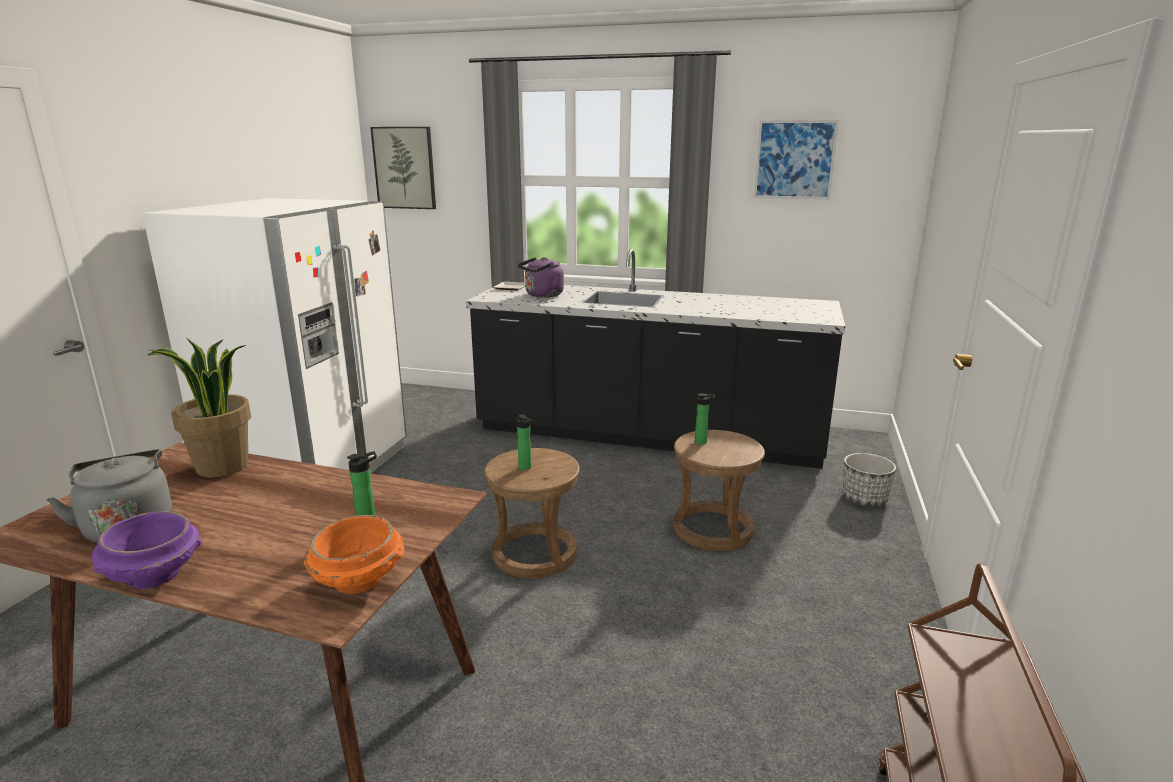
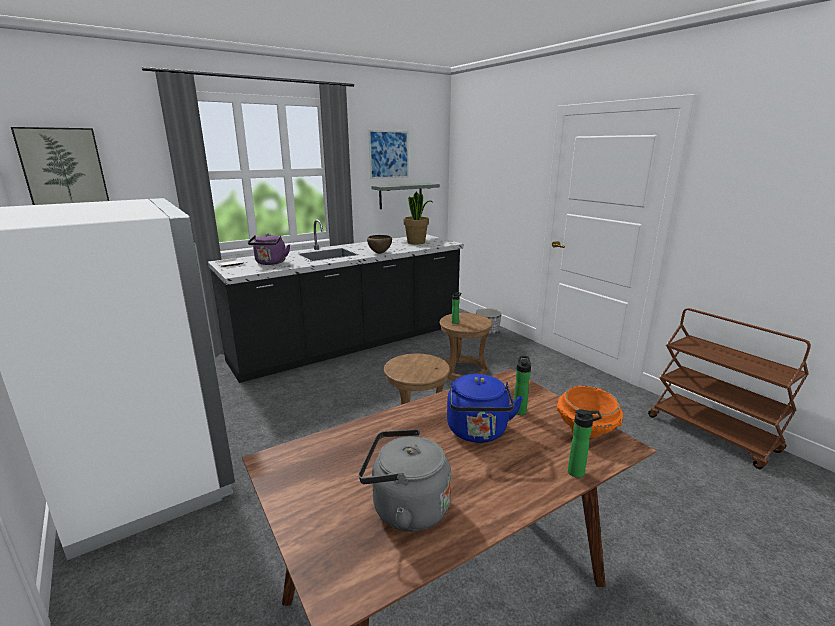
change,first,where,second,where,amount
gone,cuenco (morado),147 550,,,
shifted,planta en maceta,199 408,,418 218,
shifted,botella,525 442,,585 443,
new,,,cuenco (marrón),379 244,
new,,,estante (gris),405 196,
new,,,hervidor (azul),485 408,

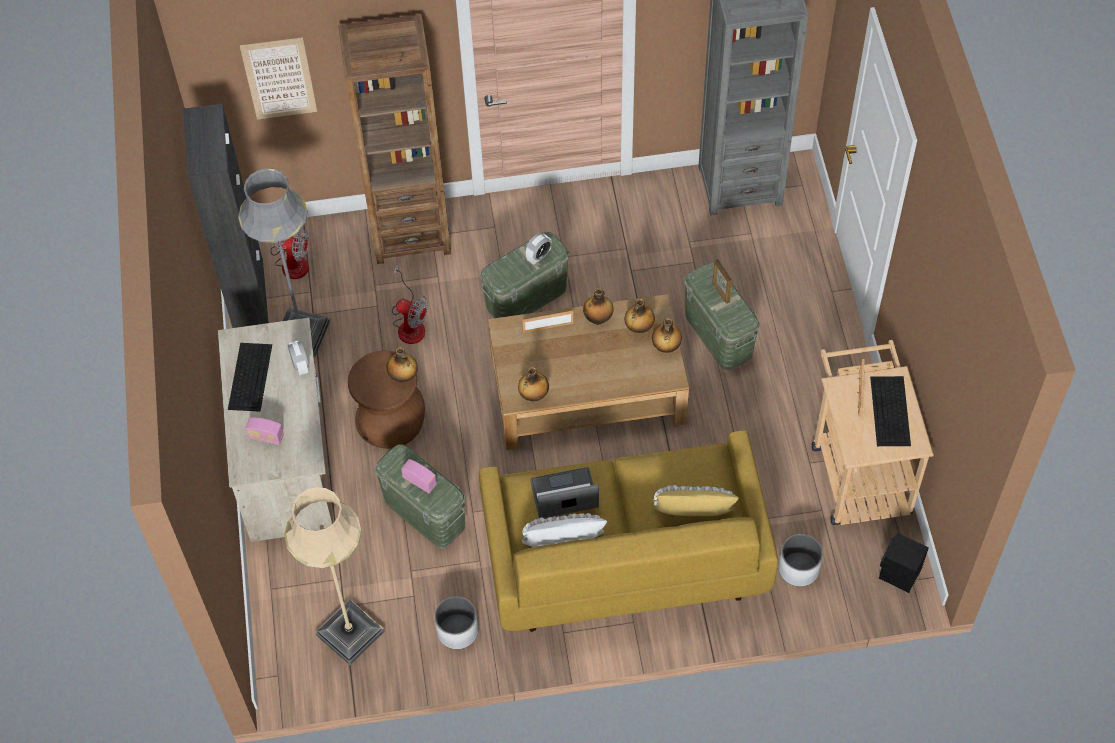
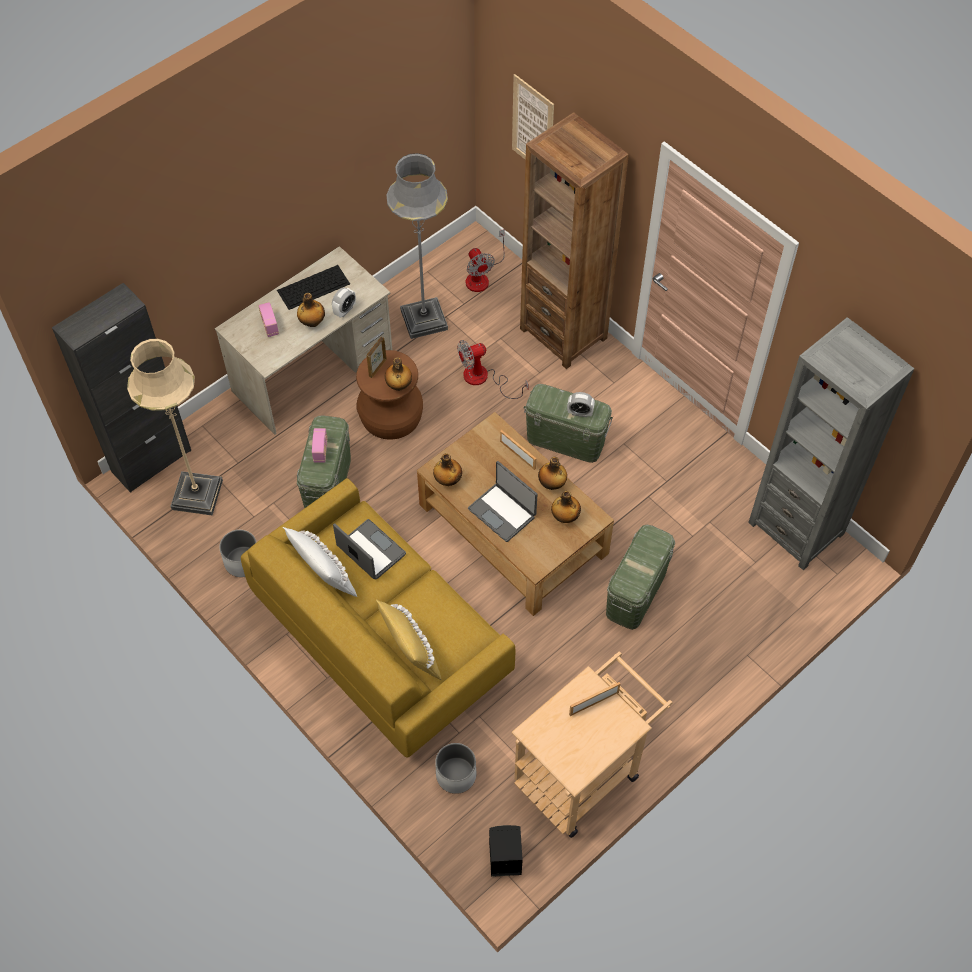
change,first,where,second,where,amount
shifted,armario (negro),226 216,,121 388,
rotated,ventilador,410 304,,493 369,75 degrees clockwise
shifted,botella,667 335,,311 310,
shifted,portarretratos,722 281,,377 357,
gone,teclado,890 411,,,
new,,,portátil,503 501,

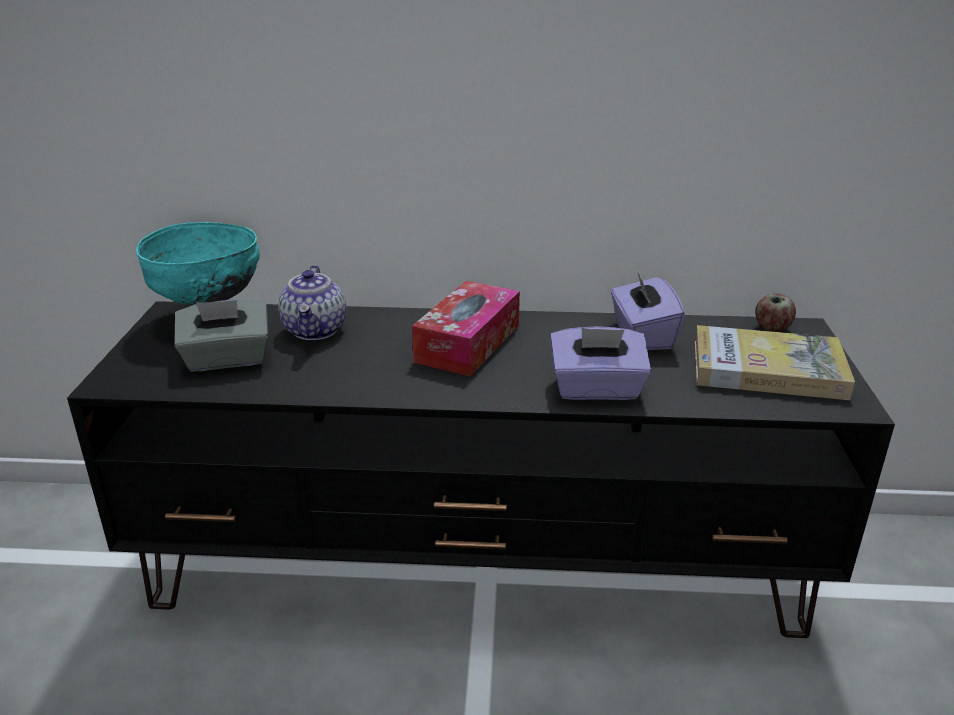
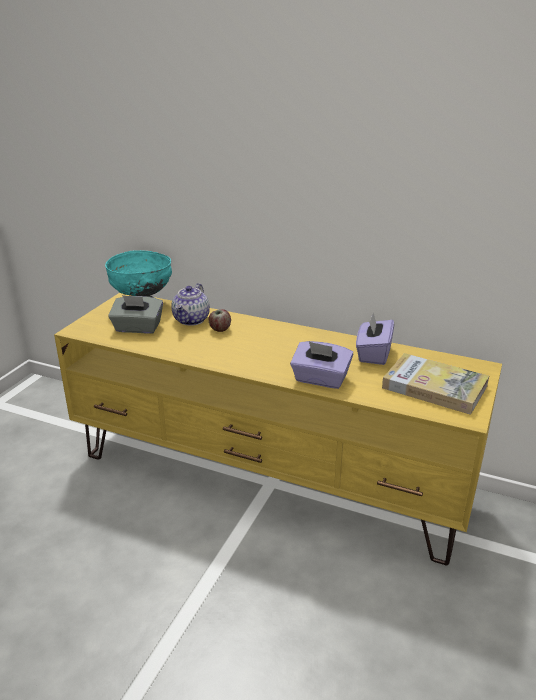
change,first,where,second,where,amount
repainted,mueble de televisión (negro),481 469,mueble de televisión (amarillo),278 429,
gone,caja de pañuelos,466 328,,,
shifted,manzana,775 312,,220 320,

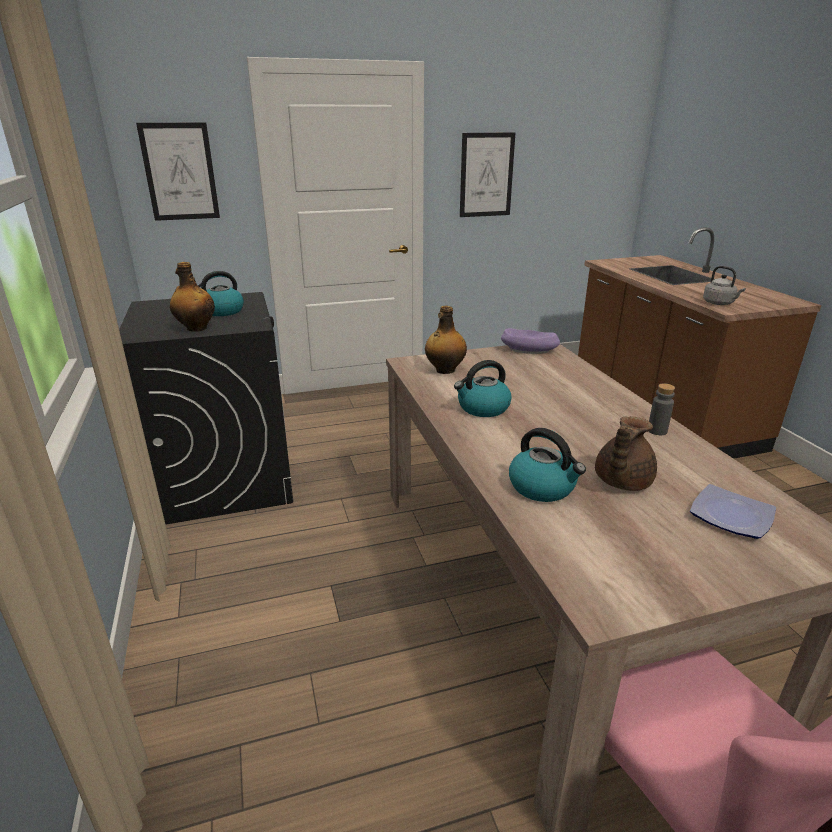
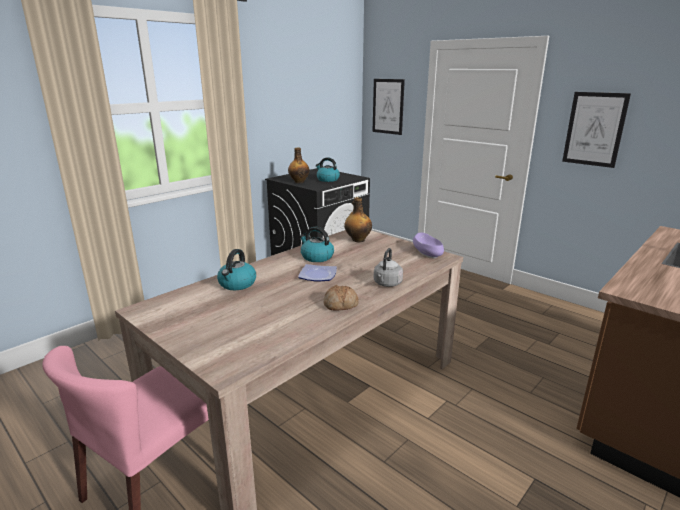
change,first,where,second,where,amount
gone,tetera (marrón),626 453,,,
swapped,botella (gris),662 409,pan,340 298,
shifted,plato,733 511,,317 272,
shifted,hervidor (gris),724 285,,388 267,

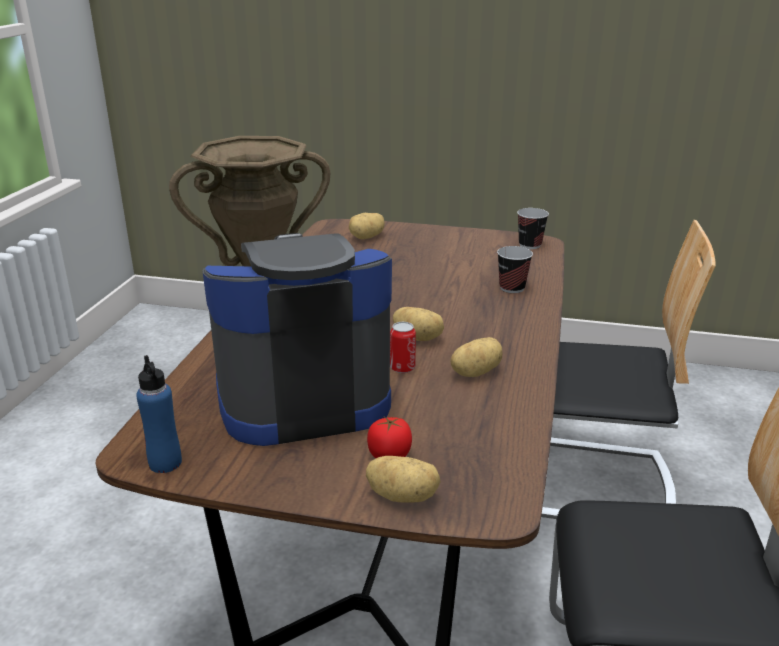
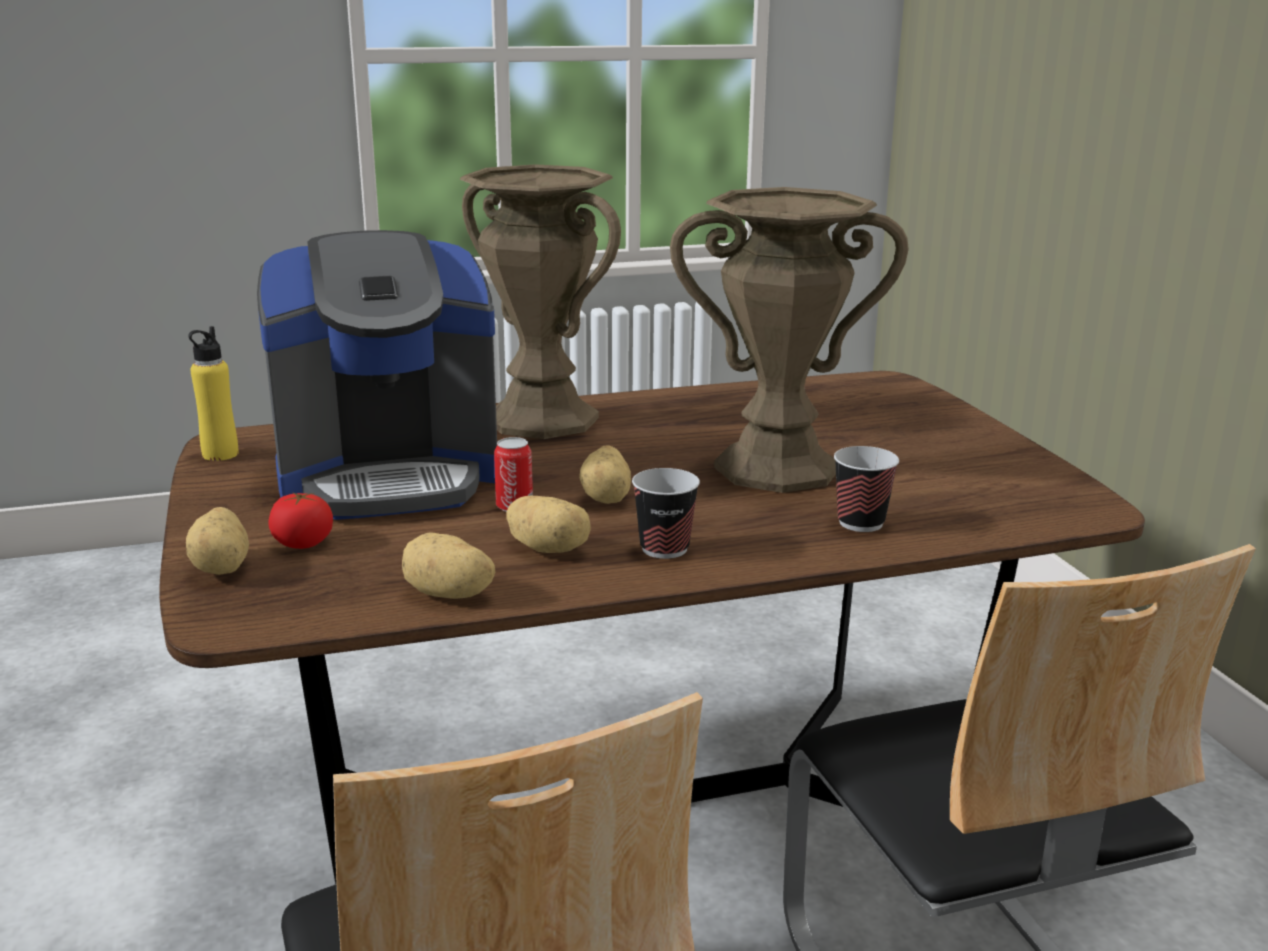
change,first,where,second,where,amount
repainted,botella (azul),159 414,botella (amarillo),213 393,
rotated,cafetera,297 339,,377 375,120 degrees clockwise
shifted,patata,367 226,,449 565,
shifted,taza,533 228,,666 513,
new,,,florero (marrón),789 340,

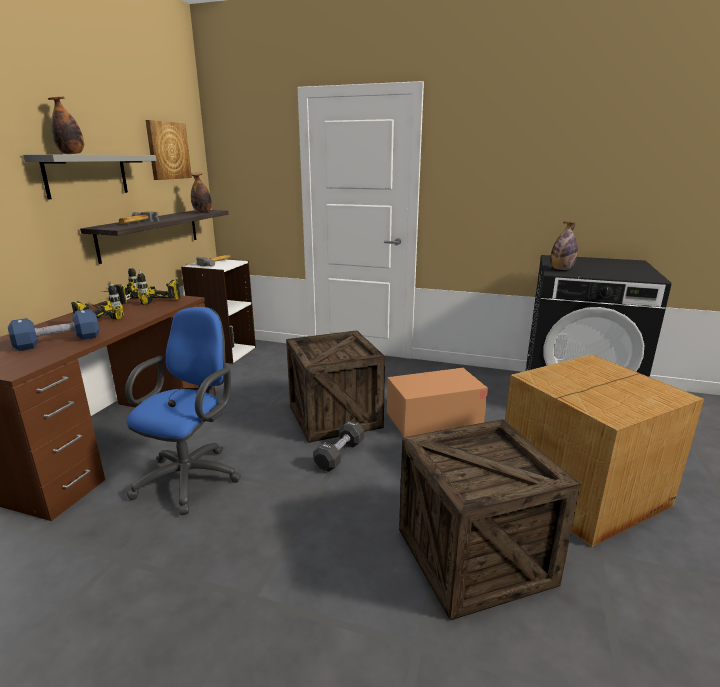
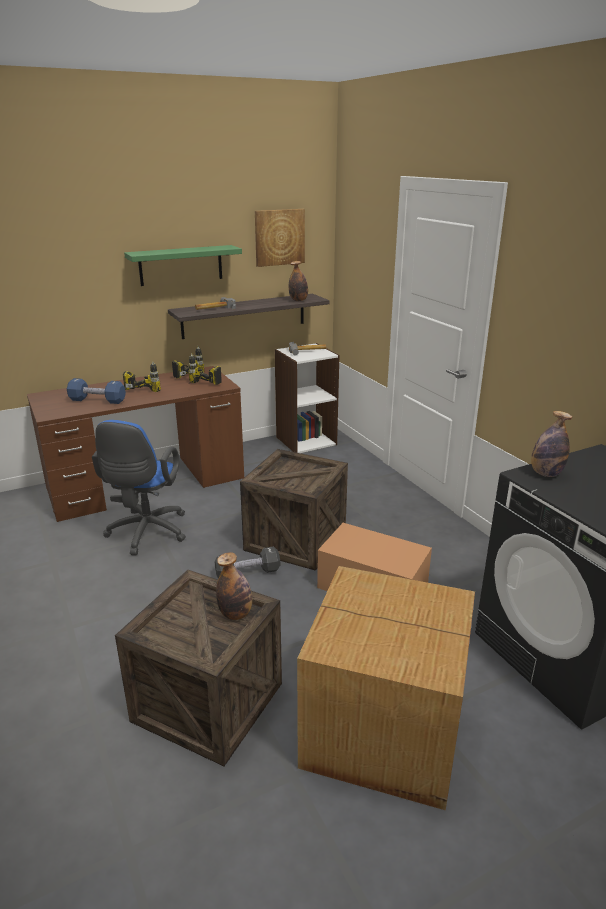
change,first,where,second,where,amount
repainted,estante (gris),90 177,estante (verde),183 265,
shifted,botella,66 125,,234 586,
rotated,silla de oficina (azul),183 411,,139 488,120 degrees clockwise

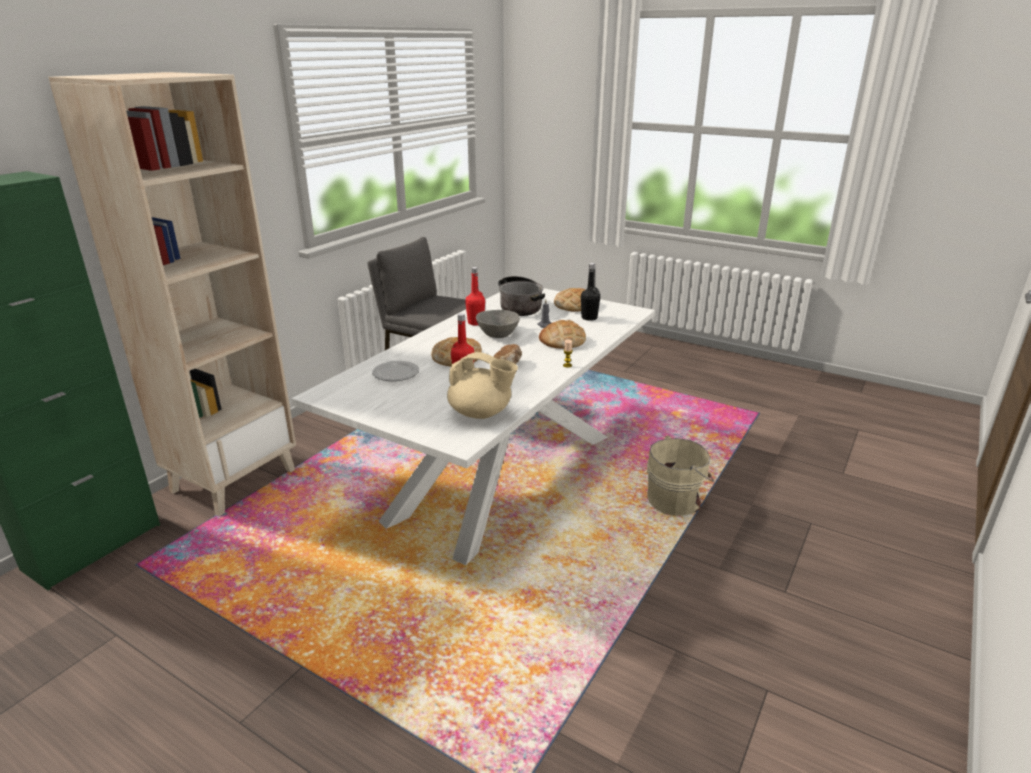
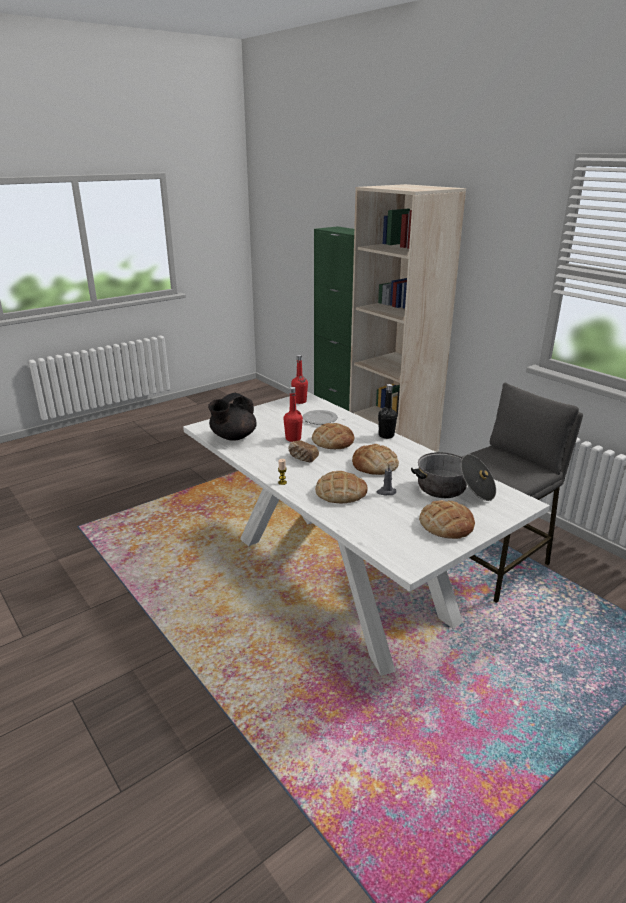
change,first,where,second,where,amount
repainted,tetera (beis),482 385,tetera (negro),232 417,
shifted,botella (rojo),475 296,,299 379,
swapped,cuenco (gris),498 324,pan,375 459,
shifted,botella (negro),590 292,,387 411,
gone,cubo (beis),680 476,,,

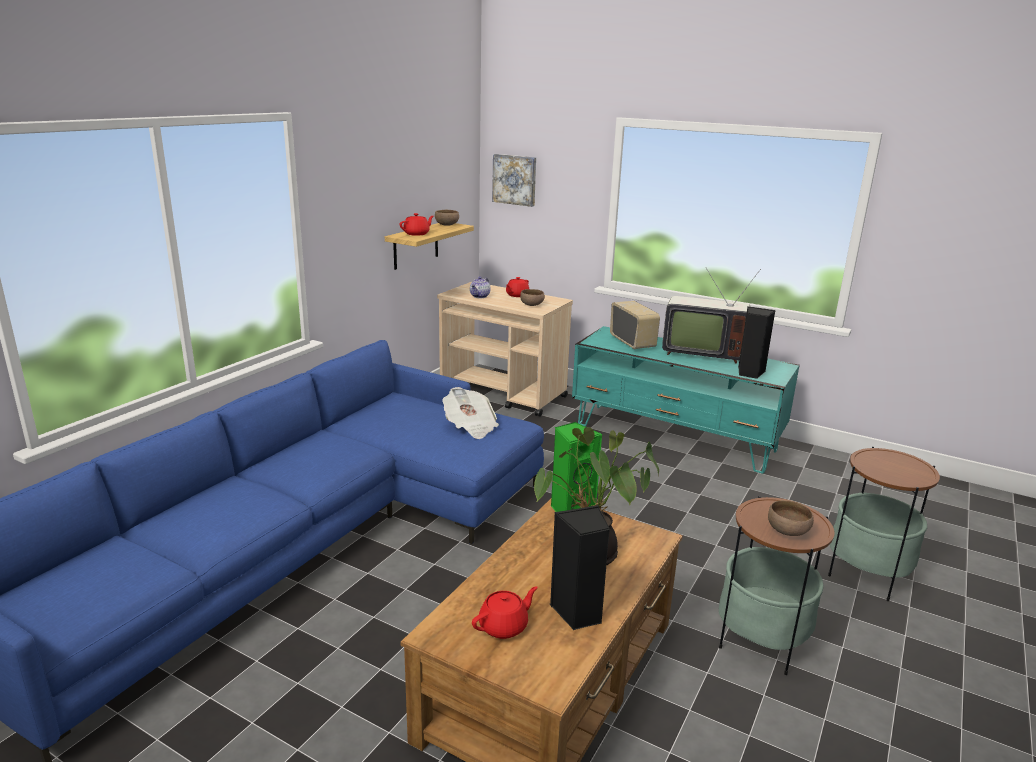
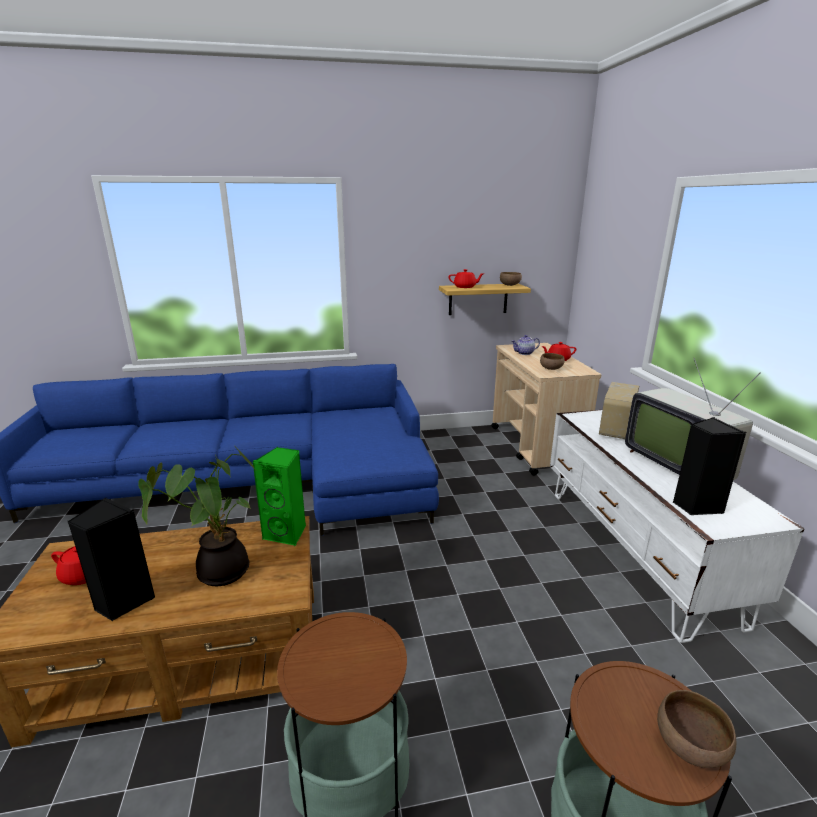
change,first,where,second,where,amount
gone,periódico,470 413,,,
gone,cuadro,514 180,,,
repainted,mueble de televisión (turquesa),686 400,mueble de televisión (blanco),677 526,
shifted,cuenco (marrón),791 518,,696 729,

